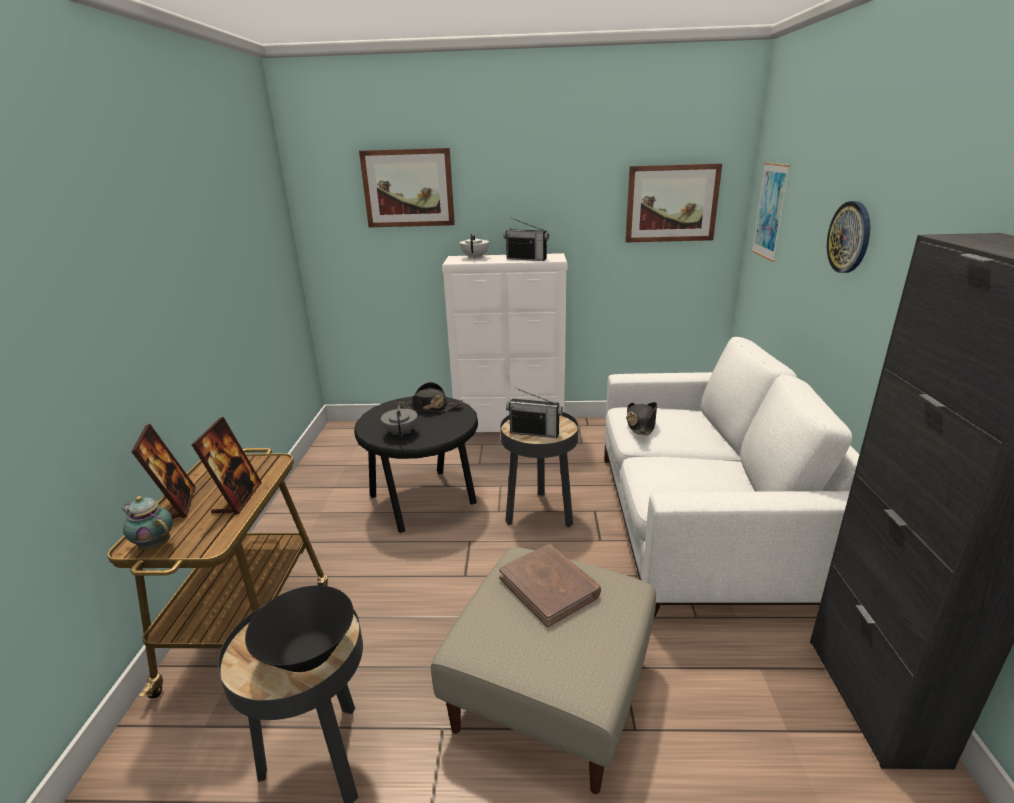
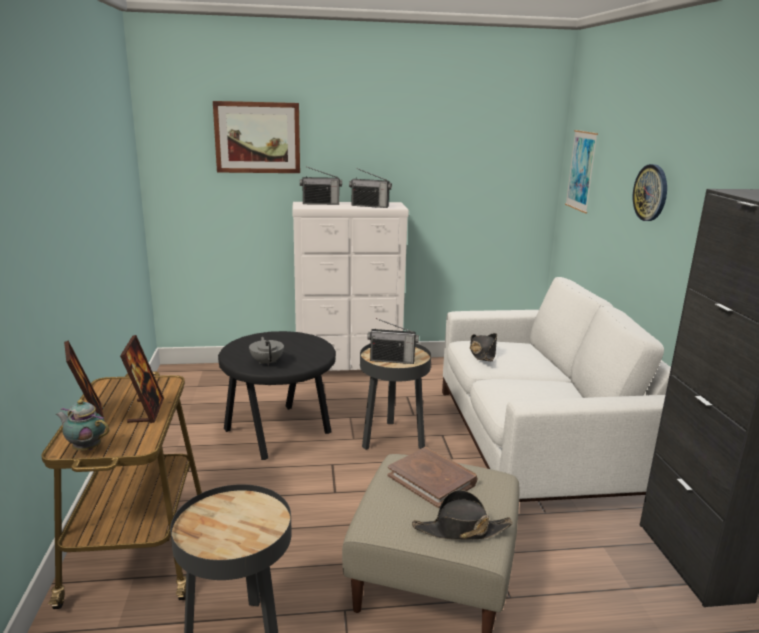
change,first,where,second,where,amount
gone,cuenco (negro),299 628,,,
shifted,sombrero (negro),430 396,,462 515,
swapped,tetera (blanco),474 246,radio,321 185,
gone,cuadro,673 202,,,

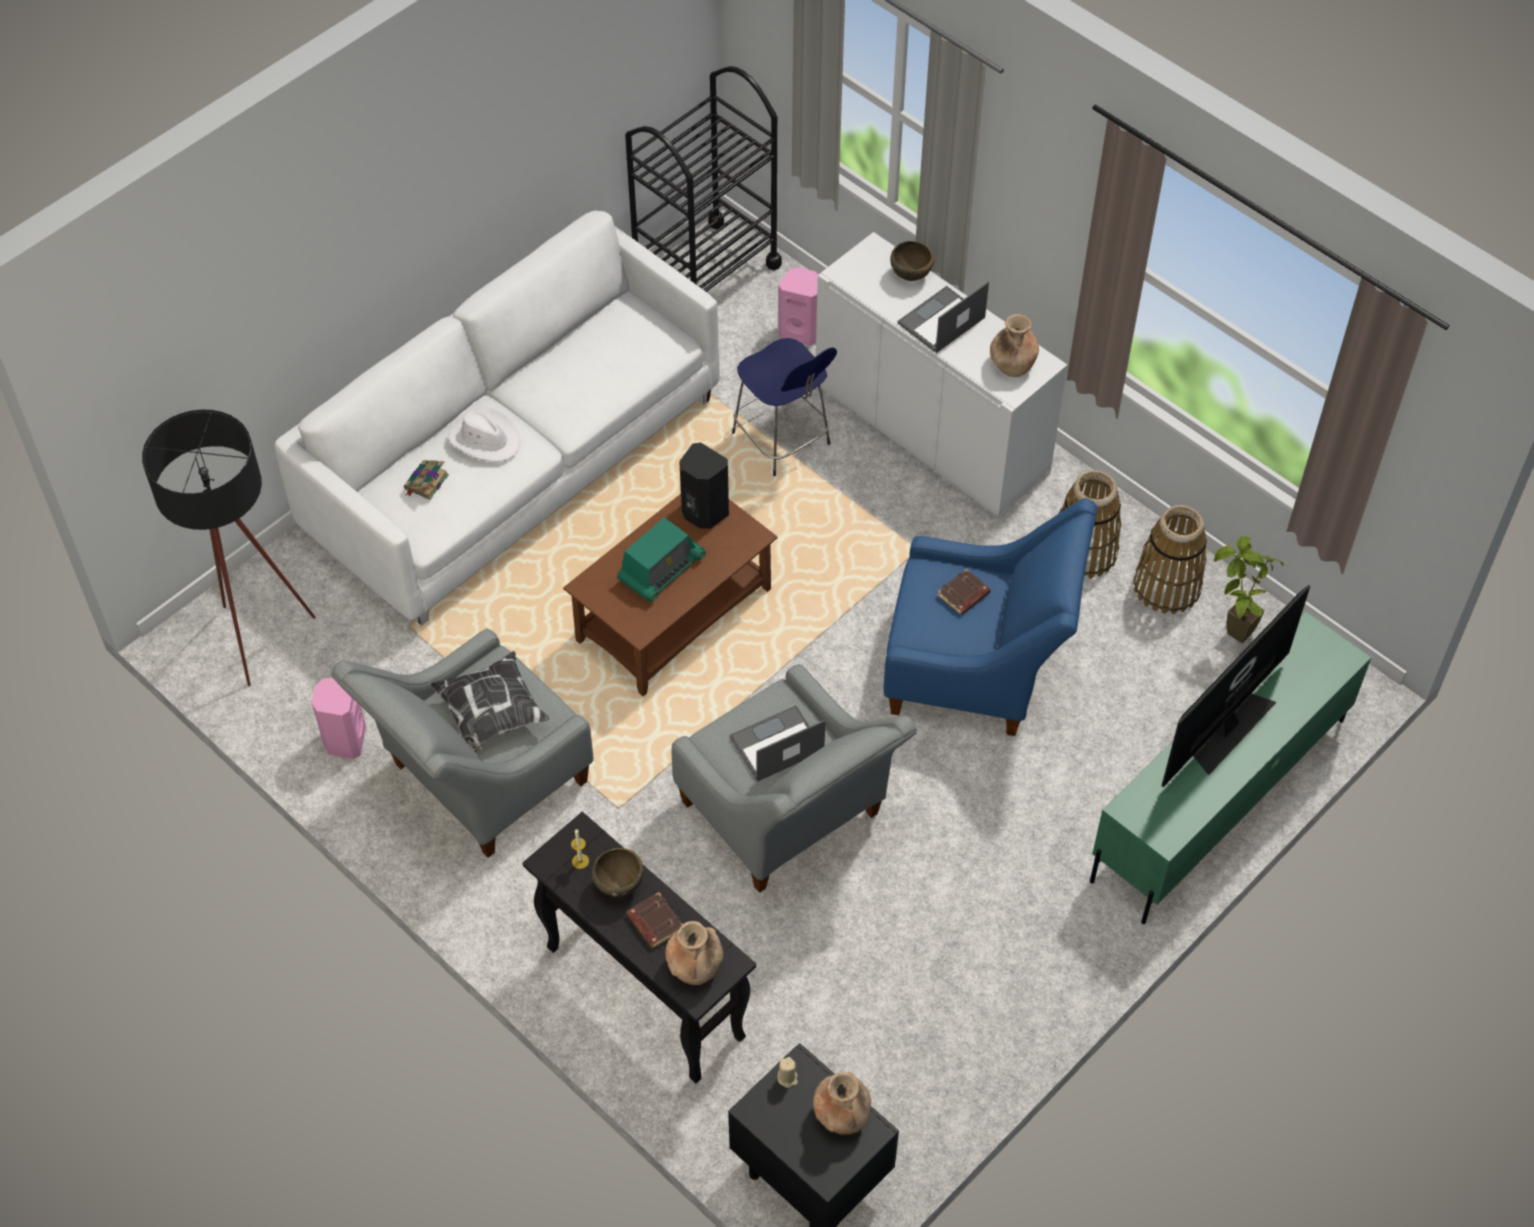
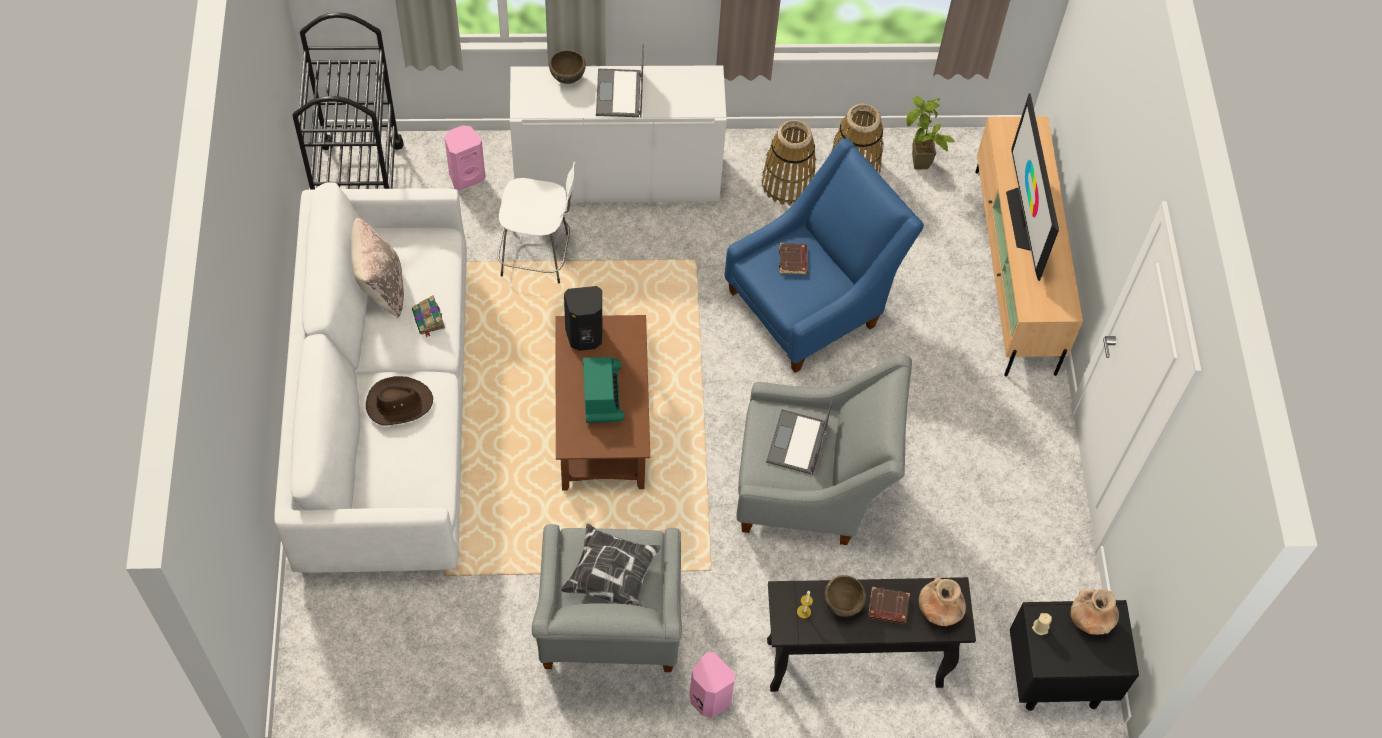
change,first,where,second,where,amount
gone,lámpara de pie (negro),229 548,,,
shifted,altavoz (rosa),339 718,,712 685,
shifted,libro,426 480,,428 316,
repainted,sombrero (blanco),485 435,sombrero (marrón),399 400,
repainted,taburete (azul),784 407,taburete (blanco),536 222,
gone,florero (marrón),1014 345,,,
repainted,mueble de televisión (verde),1231 767,mueble de televisión (beis),1029 246,
new,,,cojín (beis),377 268,

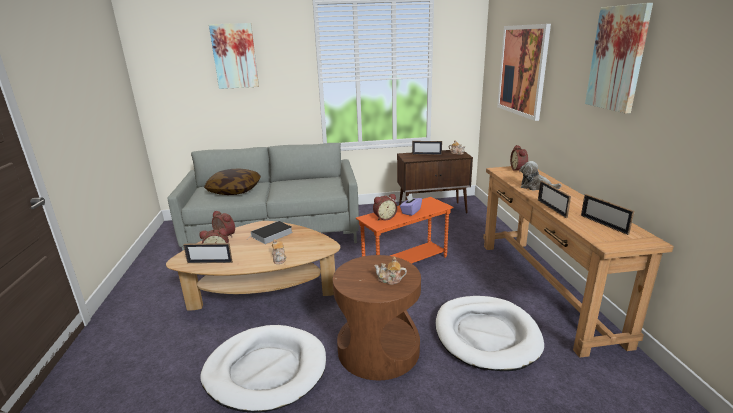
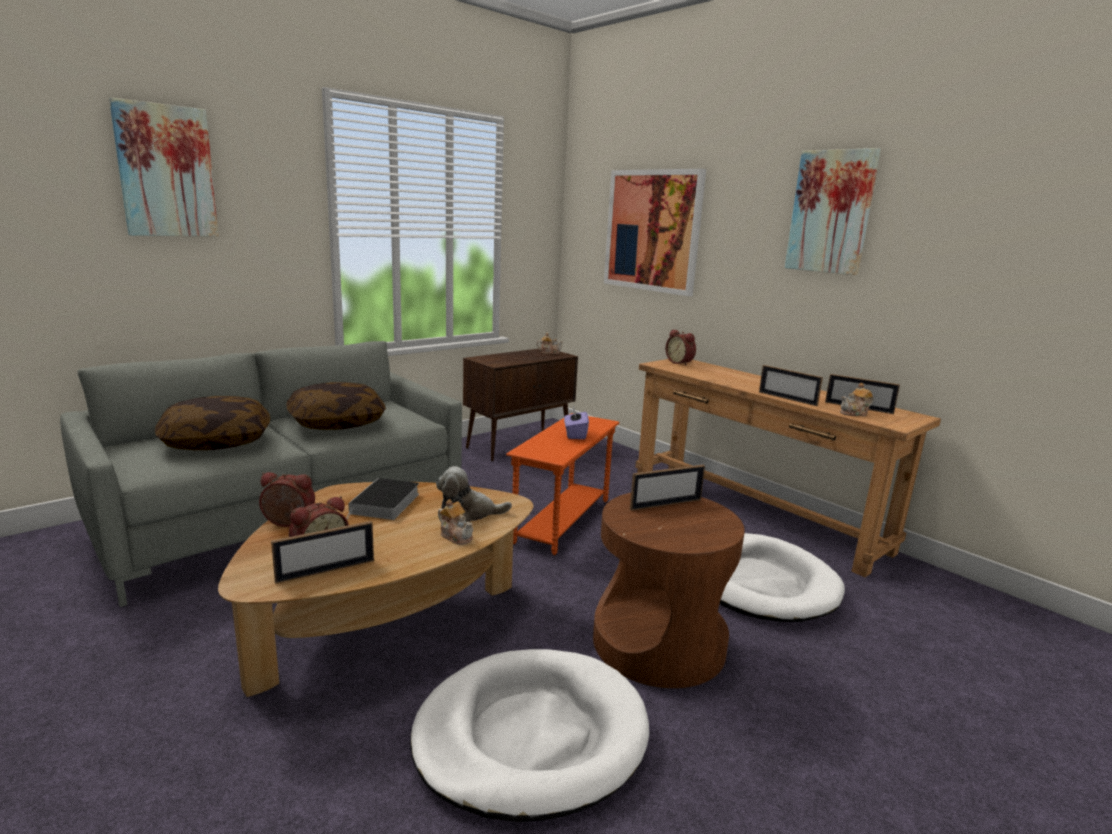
change,first,where,second,where,amount
gone,despertador,385 207,,,
shifted,tetera,390 270,,856 399,
shifted,portarretratos,427 148,,667 488,
shifted,peluche,541 175,,474 494,
new,,,cojín,336 406,

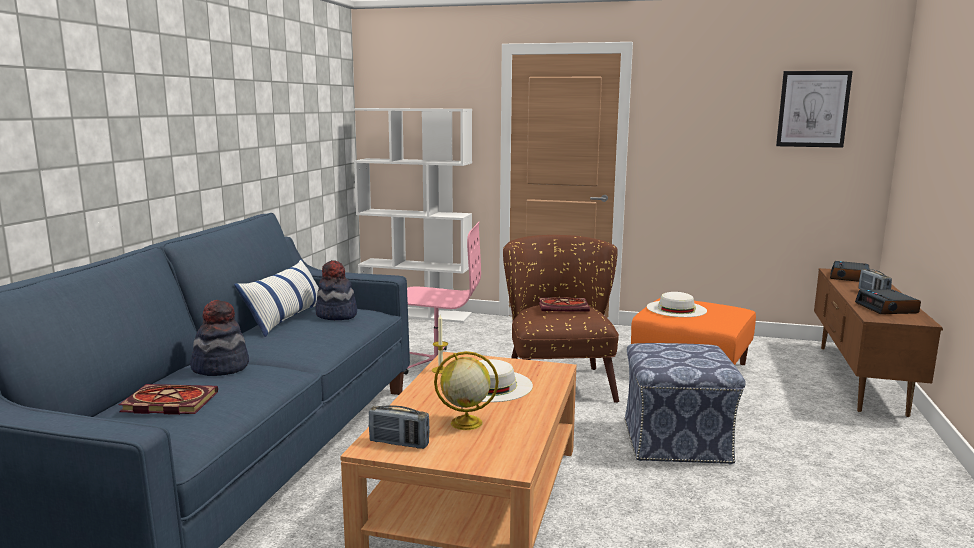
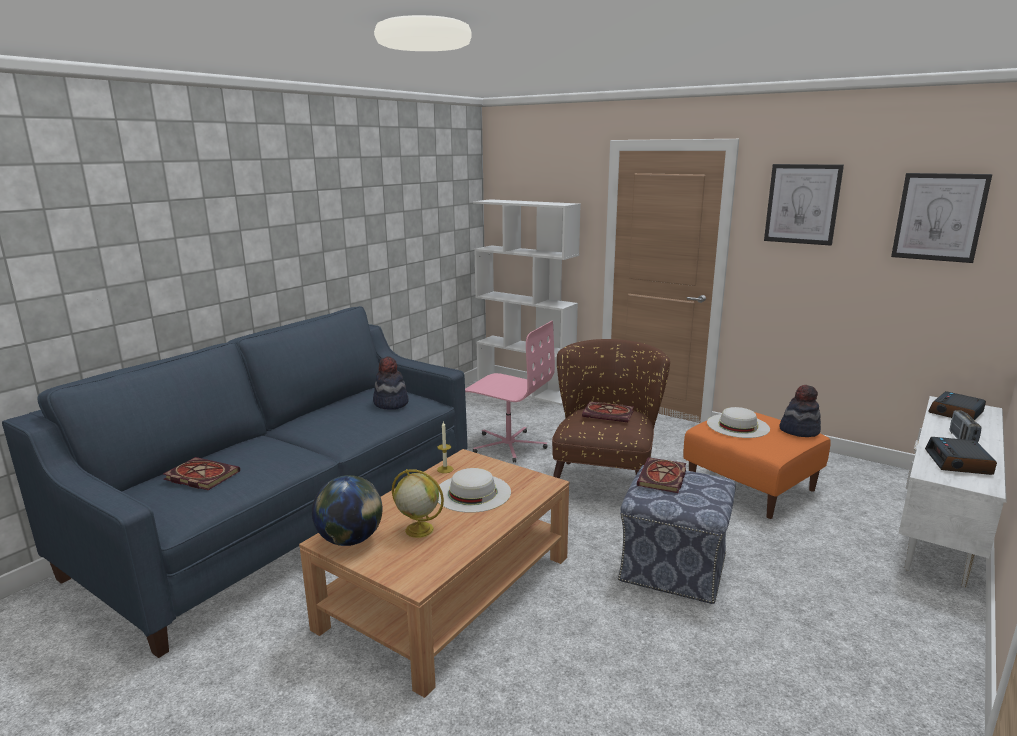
change,first,where,second,where,amount
shifted,sombrero,219 338,,800 411,
gone,cojín,276 298,,,
swapped,radio,399 427,globo terráqueo,347 510,
repainted,mueble de televisión (marrón),878 342,mueble de televisión (blanco),952 492,
new,,,libro,661 475,
new,,,cuadro,804 205,

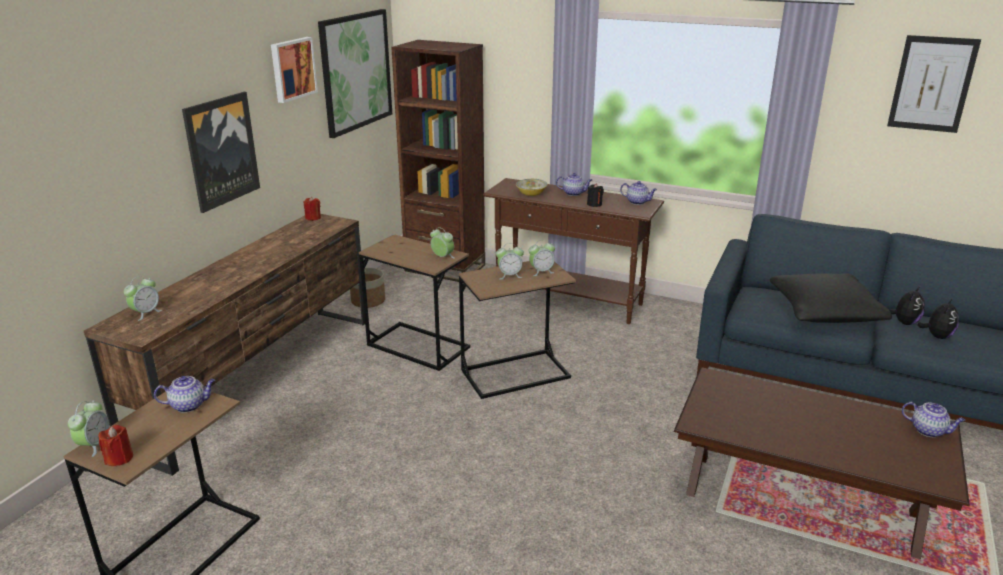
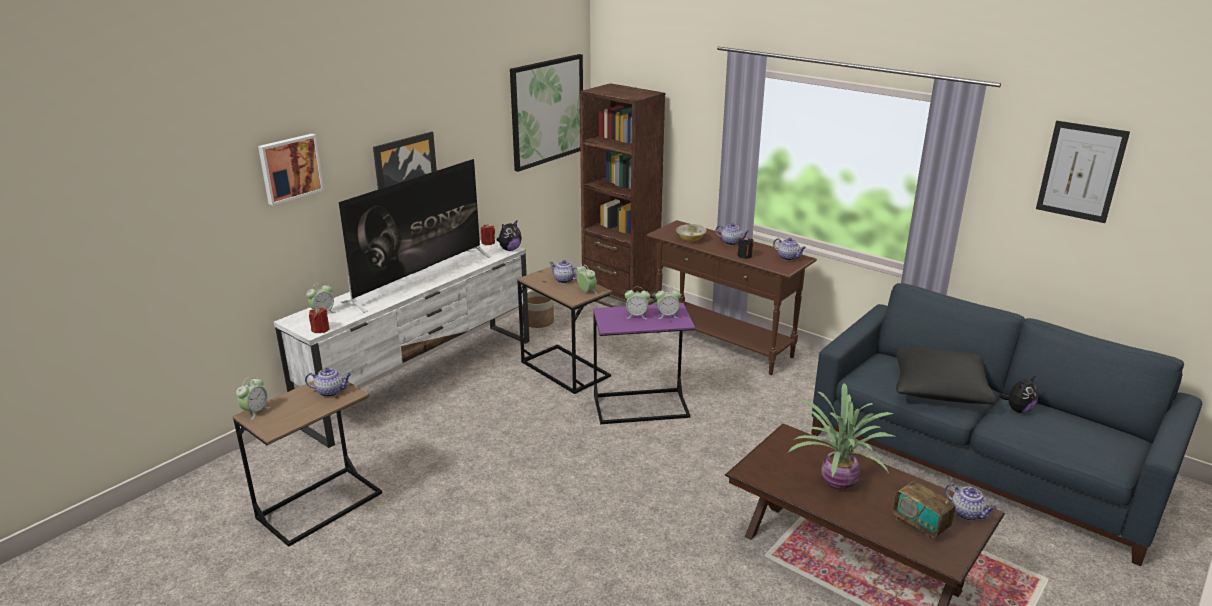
change,first,where,second,where,amount
repainted,mueble de televisión (marrón),224 345,mueble de televisión (blanco),402 343,
shifted,vela (rojo),116 445,,319 320,
shifted,cuadro,294 70,,291 169,
repainted,mesa auxiliar (marrón),517 330,mesa auxiliar (morado),644 363,
shifted,peluche,938 319,,509 236,
new,,,televisor,415 236,
new,,,tetera,563 271,
new,,,planta en maceta,841 436,
new,,,radio,924 509,

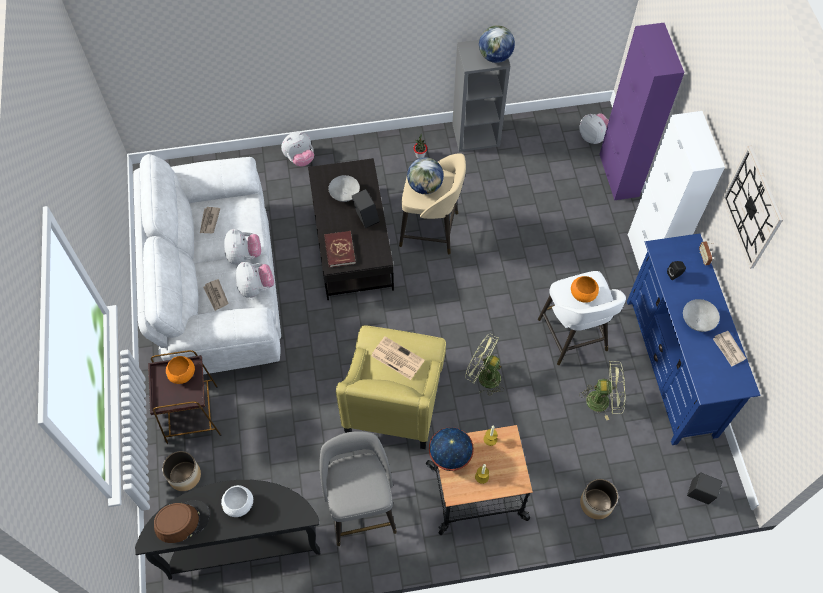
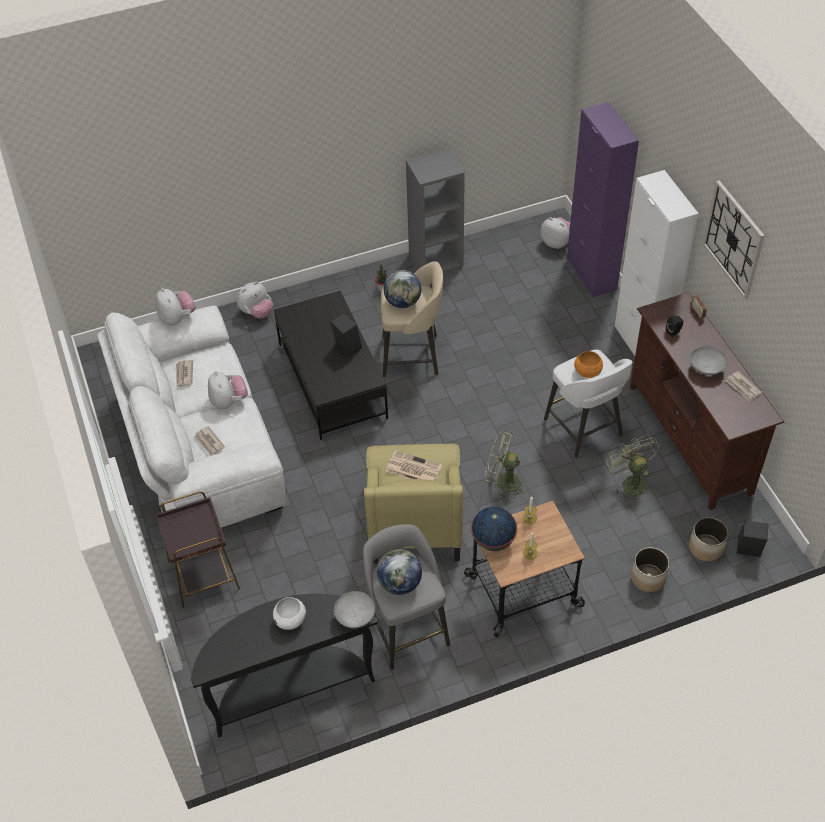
change,first,where,second,where,amount
gone,sombrero (marrón),182 521,,,
shifted,maceta,181 471,,708 539,
gone,cuenco (naranja),180 370,,,
shifted,peluche,255 280,,175 306,
gone,libro (rojo),340 249,,,
shifted,cuenco (gris),344 188,,354 609,
shifted,globo terráqueo,497 44,,399 572,
rotated,ventilador (verde),602 390,,633 468,105 degrees counterclockwise
repainted,mueble de televisión (azul),694 339,mueble de televisión (marrón),707 401,

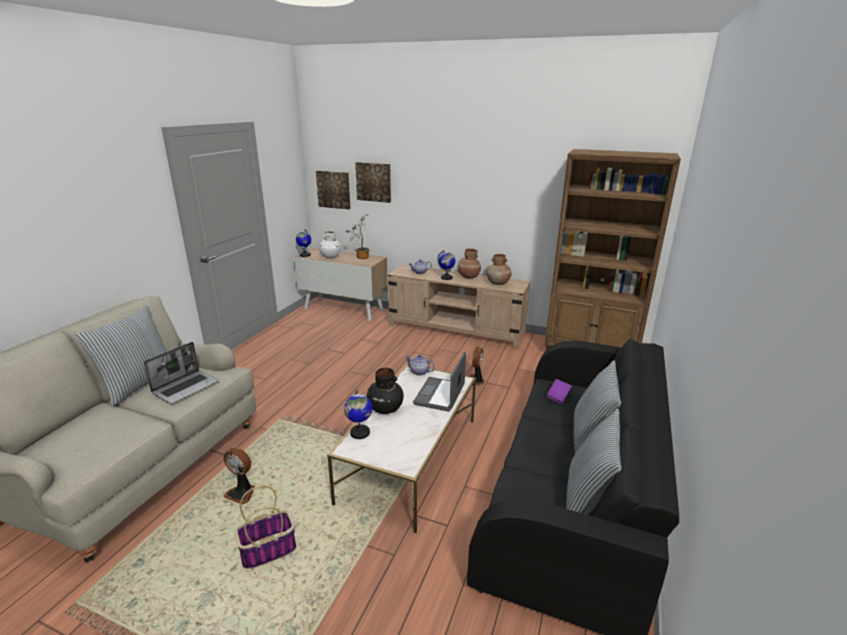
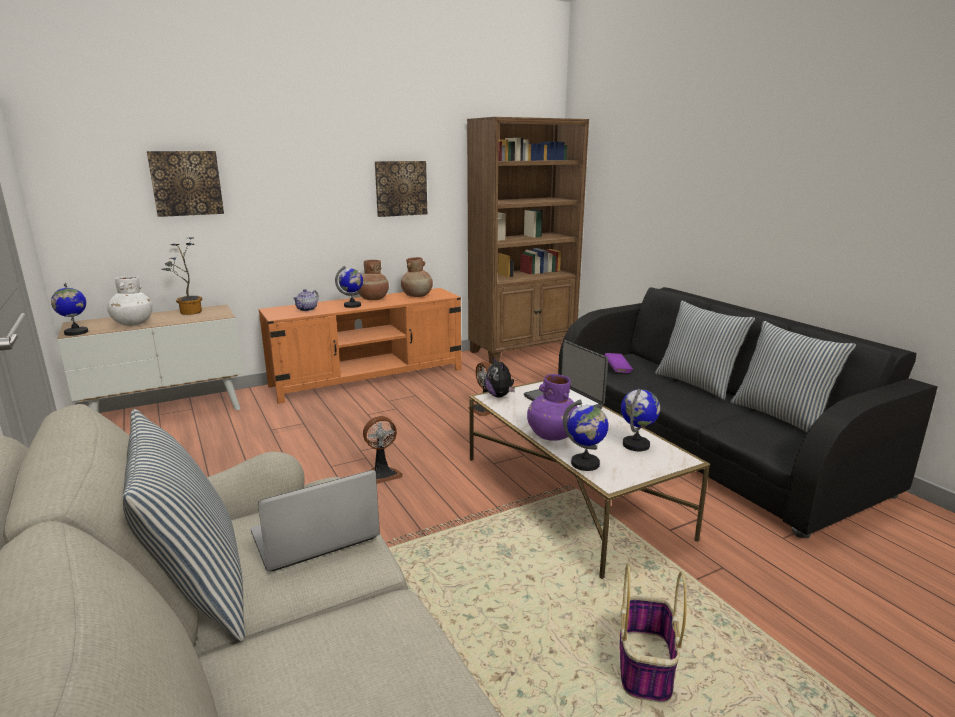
change,first,where,second,where,amount
rotated,portátil,181 373,,315 520,105 degrees counterclockwise
shifted,ventilador,239 476,,383 450,
shifted,cuadro,333 190,,401 189,
repainted,florero (negro),385 391,florero (morado),552 407,
repainted,mueble de televisión (beis),459 306,mueble de televisión (naranja),360 346,
swapped,tetera,420 365,peluche,500 377,
new,,,globo terráqueo,640 420,

